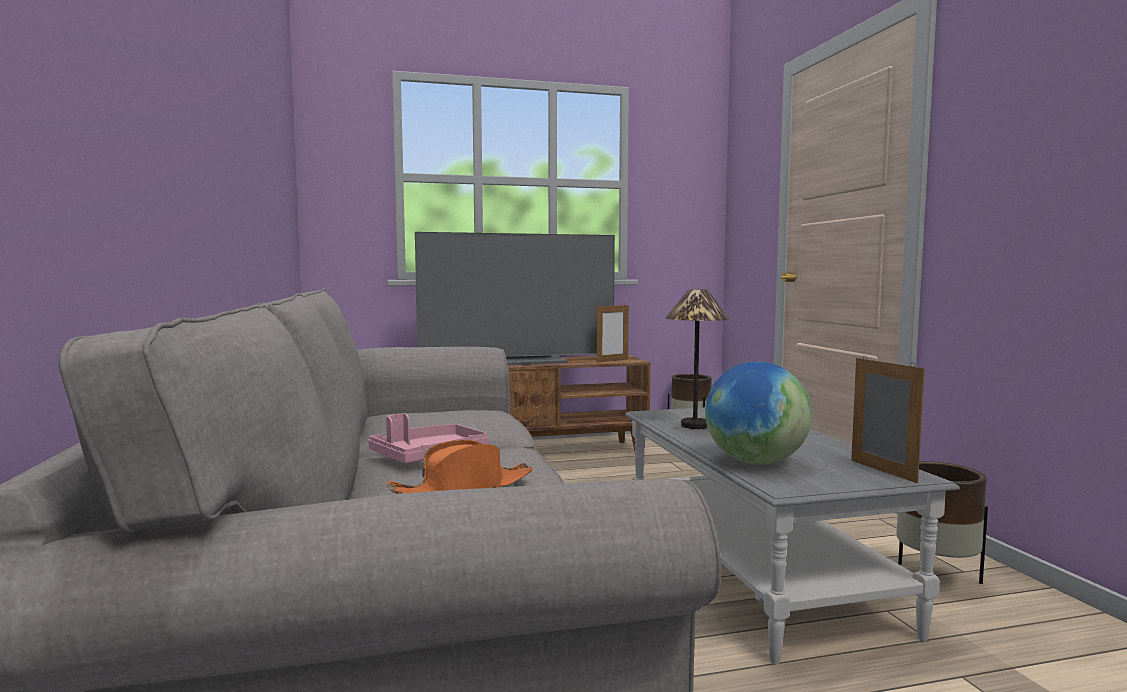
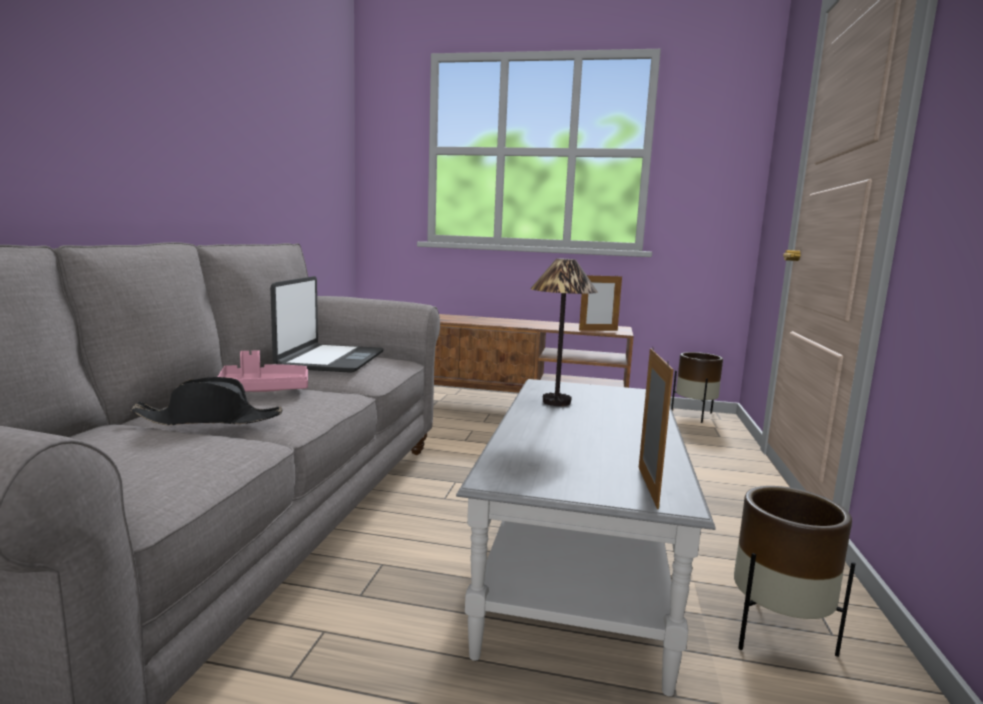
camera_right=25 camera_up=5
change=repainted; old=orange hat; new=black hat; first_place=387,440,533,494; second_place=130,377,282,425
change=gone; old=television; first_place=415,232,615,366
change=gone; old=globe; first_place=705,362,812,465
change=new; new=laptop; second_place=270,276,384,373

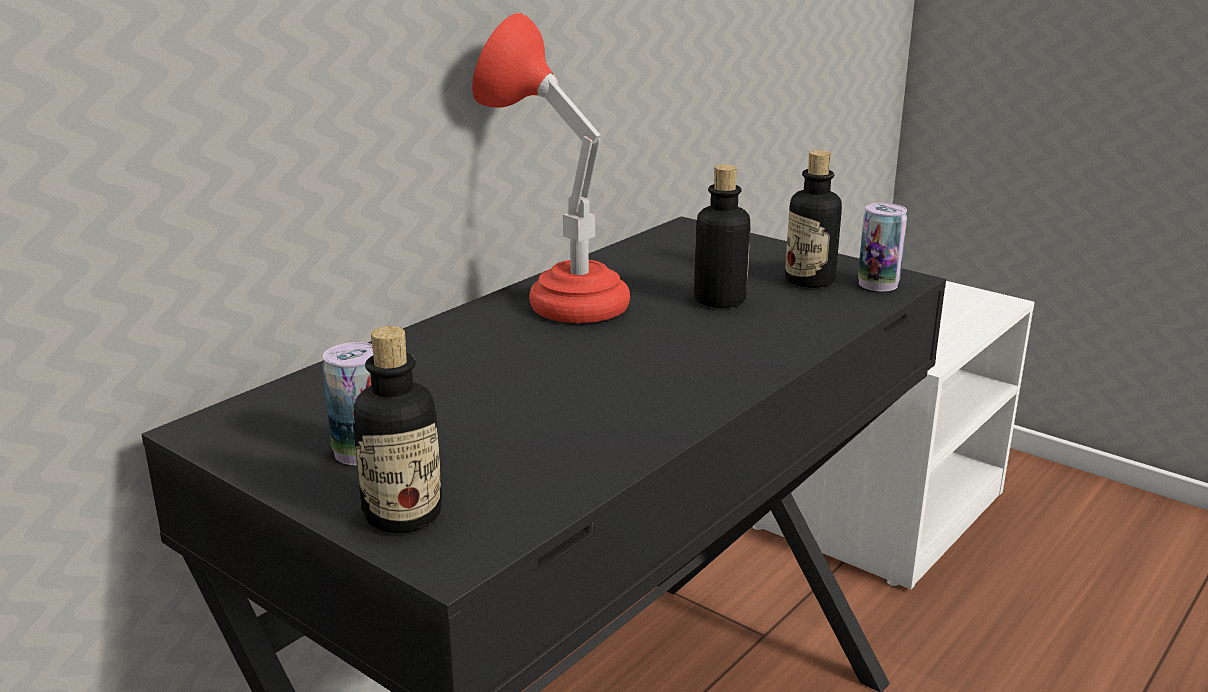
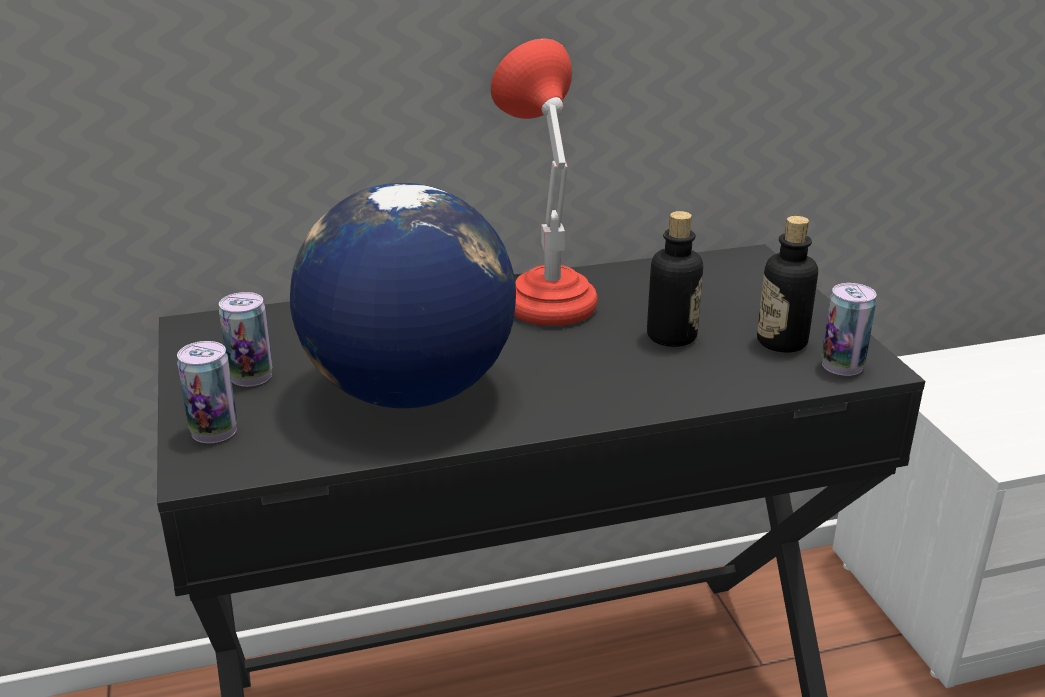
camera_right=35 camera_up=5
change=swapped; old=bottle; new=can; first_place=353,326,442,533; second_place=177,341,237,443
change=new; new=globe; second_place=290,183,516,408

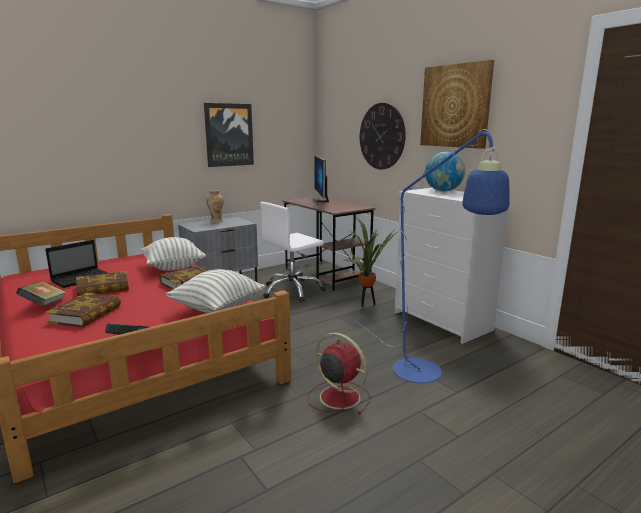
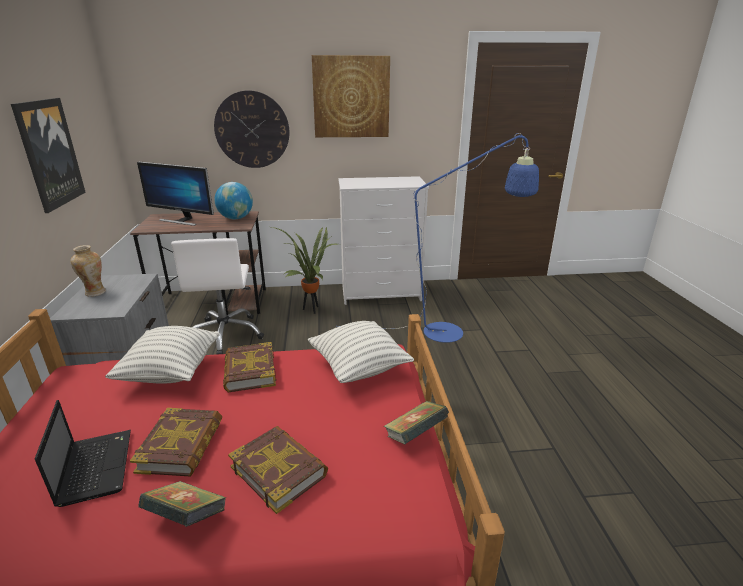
camera_right=-60 camera_up=10
change=gone; old=red fan; first_place=307,332,371,414
change=shifted; old=globe; first_place=425,152,465,192; second_place=214,182,253,219

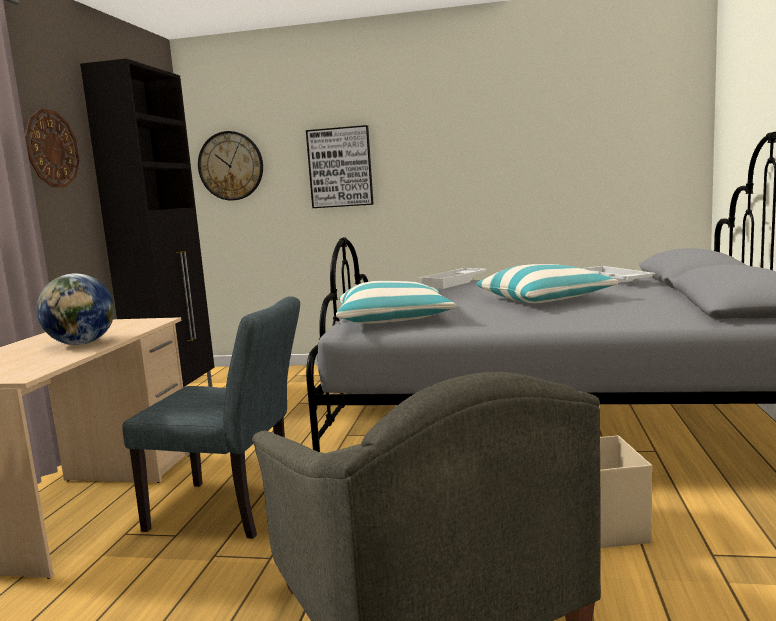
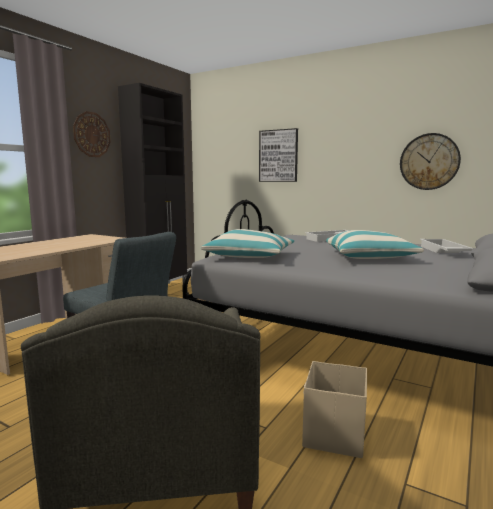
camera_right=20 camera_up=0
change=gone; old=globe; first_place=37,273,115,345
change=shifted; old=wall clock; first_place=198,131,263,200; second_place=400,133,461,190

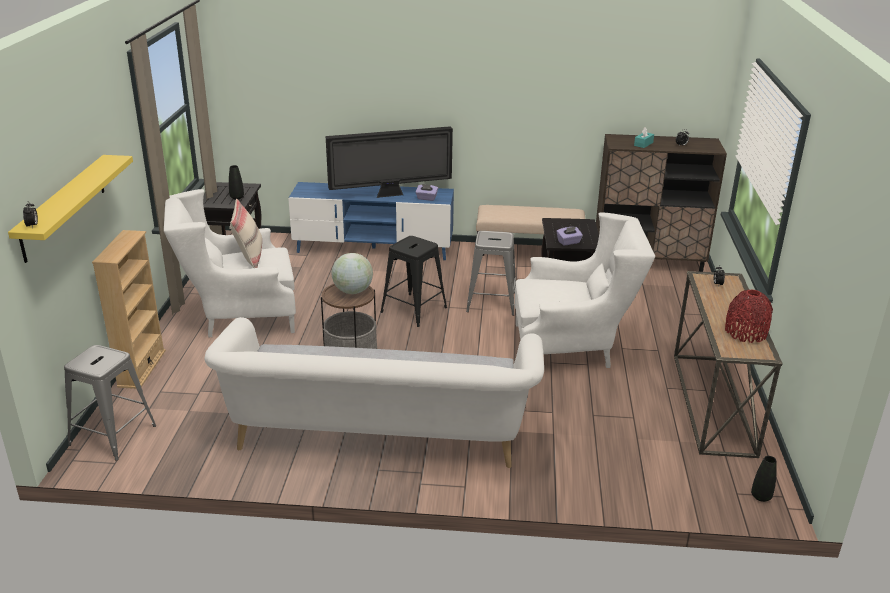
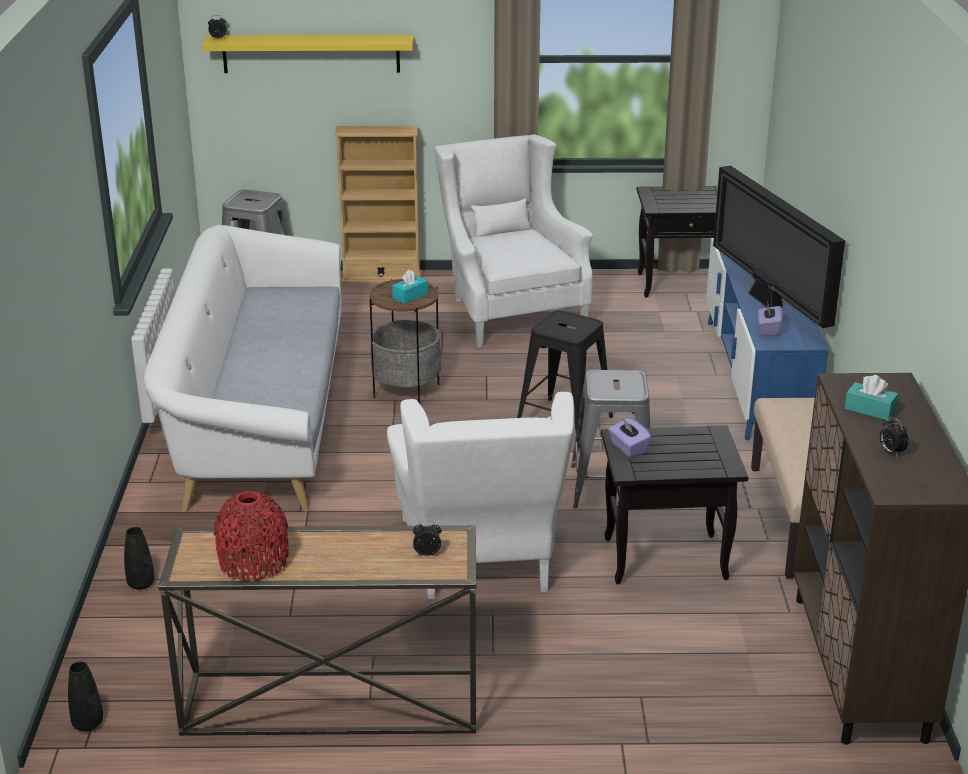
camera_right=85 camera_up=0
change=shifted; old=black vase; first_place=229,165,244,199; second_place=124,527,155,590
change=gone; old=beige pillow; first_place=229,199,262,268
change=swapped; old=globe; new=turquoise tissue box; first_place=332,253,373,294; second_place=392,269,428,304

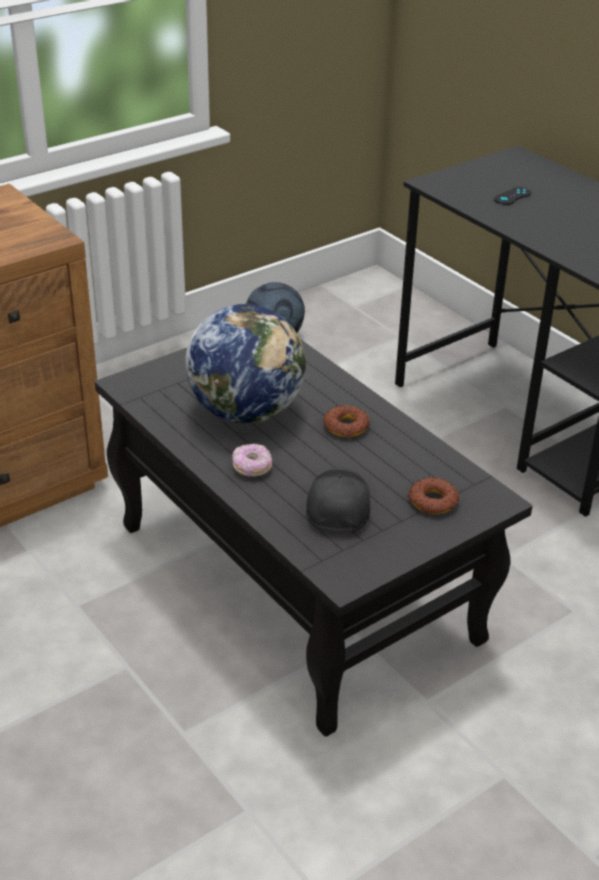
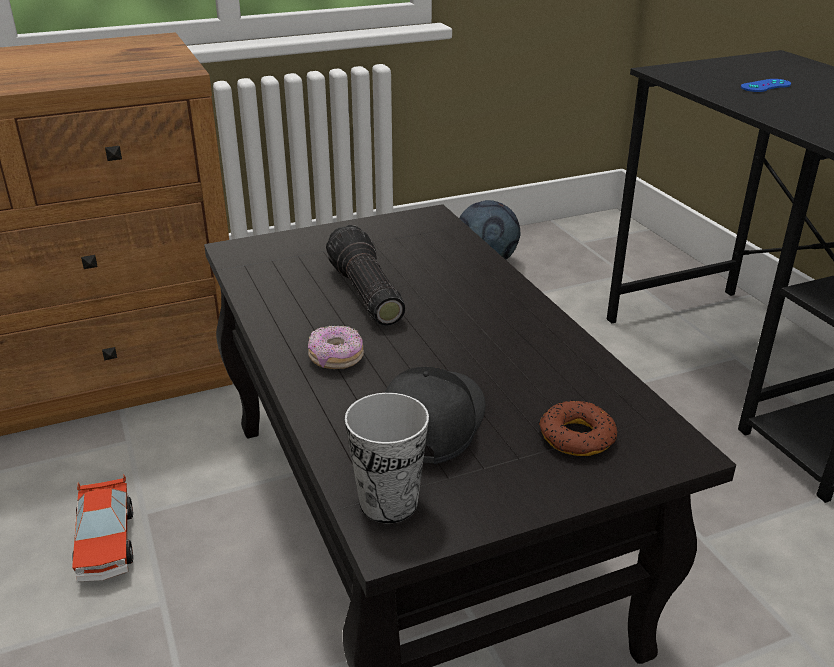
camera_right=15 camera_up=-5
change=swapped; old=globe; new=flashlight; first_place=185,304,306,423; second_place=326,225,405,326
change=gone; old=donut; first_place=324,405,370,437
change=repainted; old=black game controller; new=blue game controller; first_place=494,187,531,205; second_place=741,79,791,92
change=new; new=toy car; second_place=72,474,133,582
change=new; new=cup; second_place=345,393,429,524

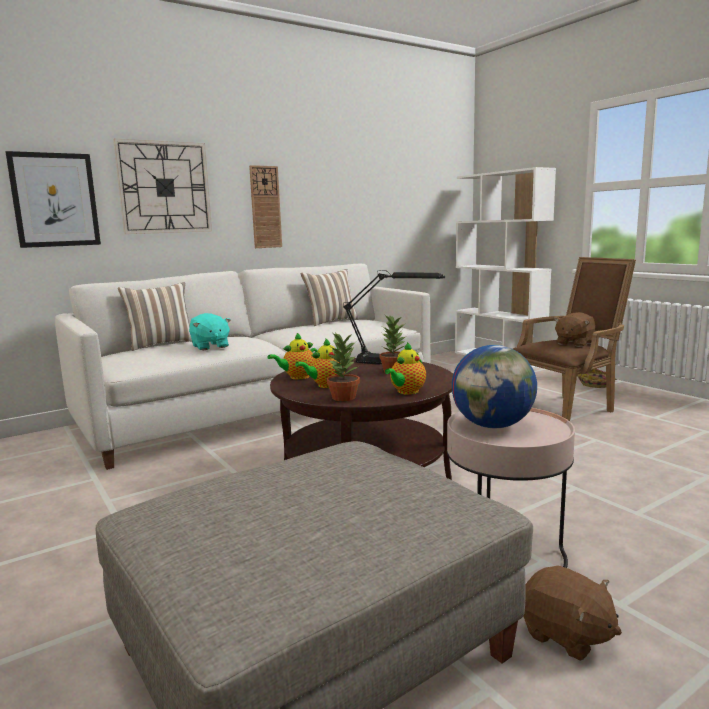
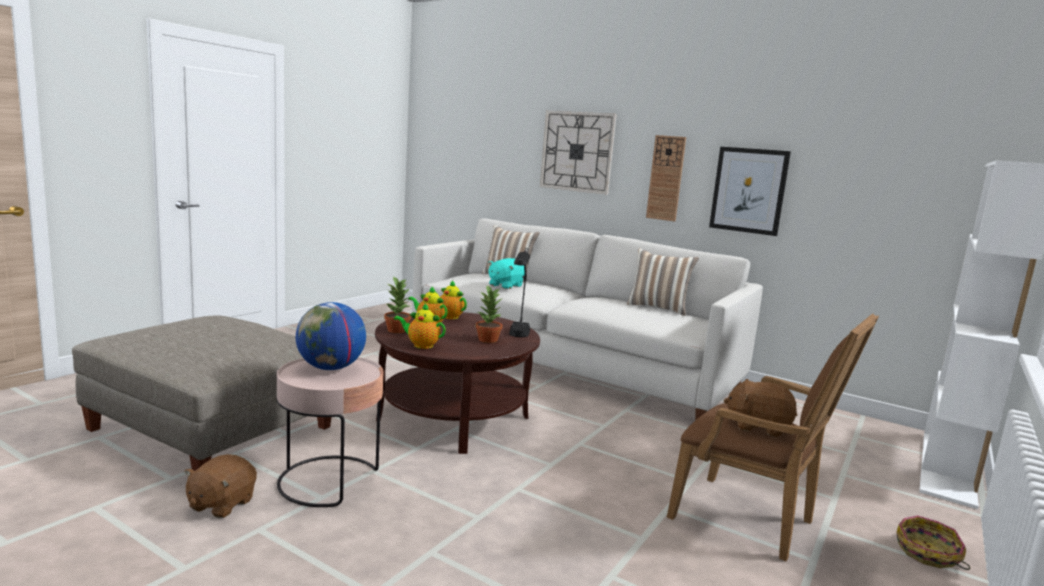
camera_right=65 camera_up=0
change=shifted; old=picture; first_place=6,151,101,248; second_place=709,147,791,236

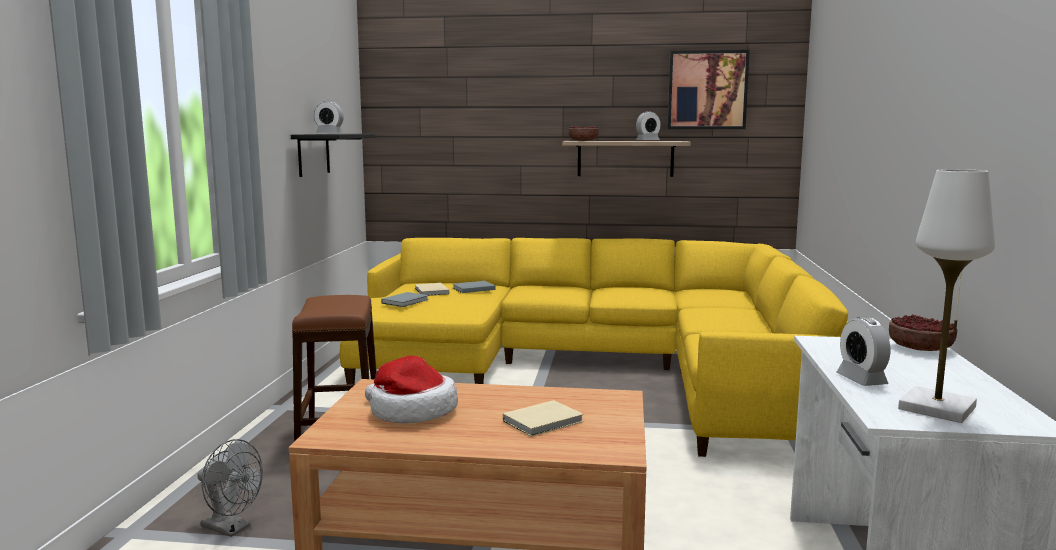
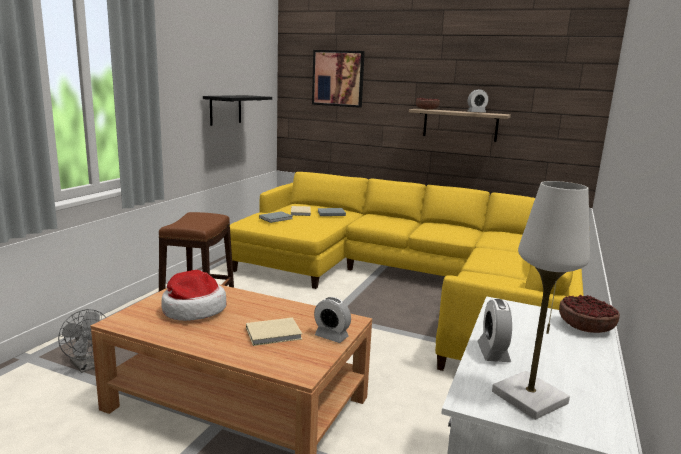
camera_right=15 camera_up=5
change=shifted; old=alarm clock; first_place=314,101,344,133; second_place=314,297,351,343
change=shifted; old=picture; first_place=667,50,750,129; second_place=312,50,365,108

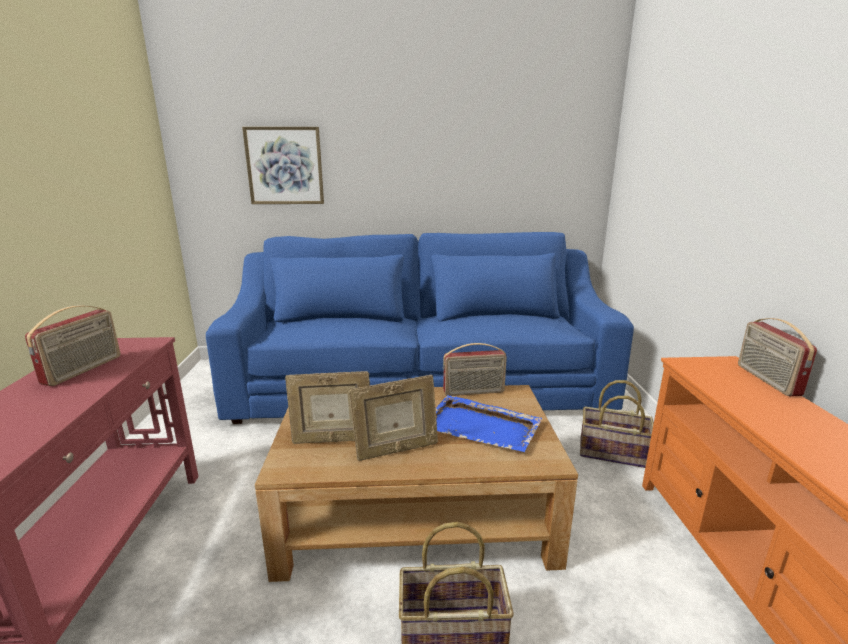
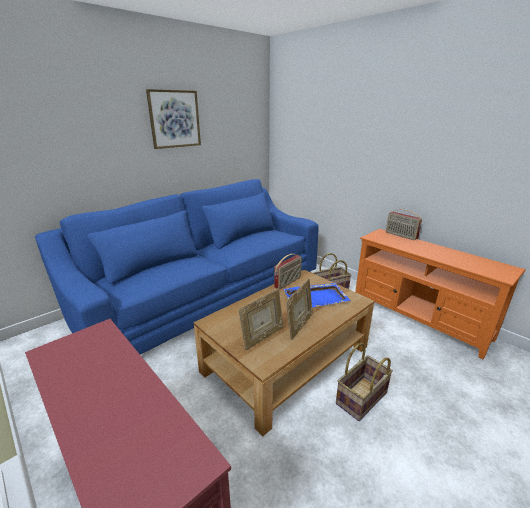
camera_right=-40 camera_up=5
change=gone; old=radio; first_place=25,305,120,386
change=shifted; old=picture; first_place=242,127,324,204; second_place=146,89,201,149

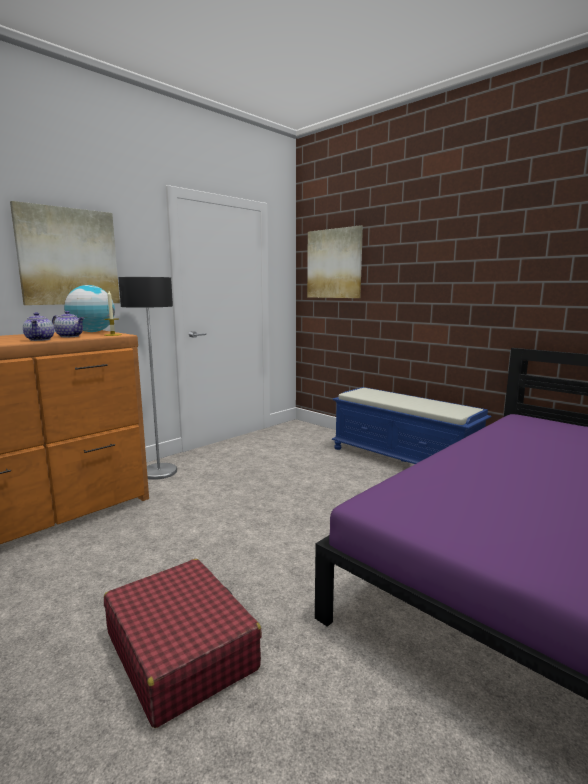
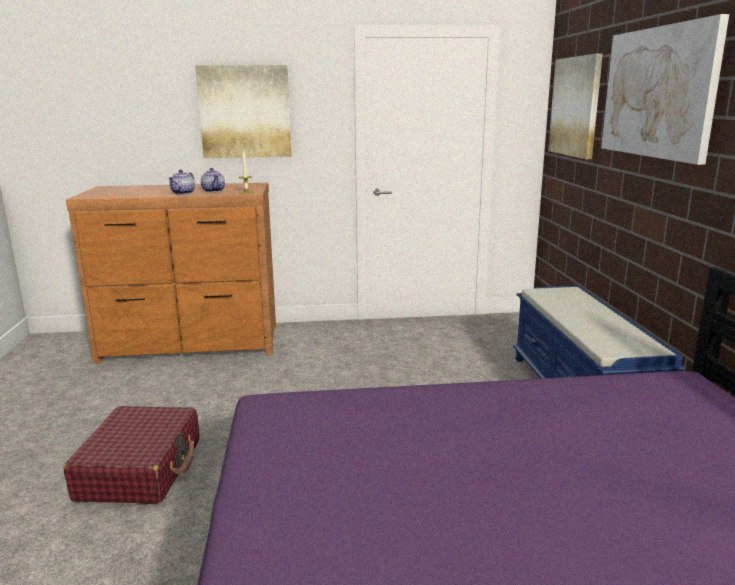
camera_right=40 camera_up=5
change=gone; old=globe; first_place=64,285,115,332
change=gone; old=floor lamp; first_place=118,277,177,480
change=new; new=picture; second_place=601,14,729,165

